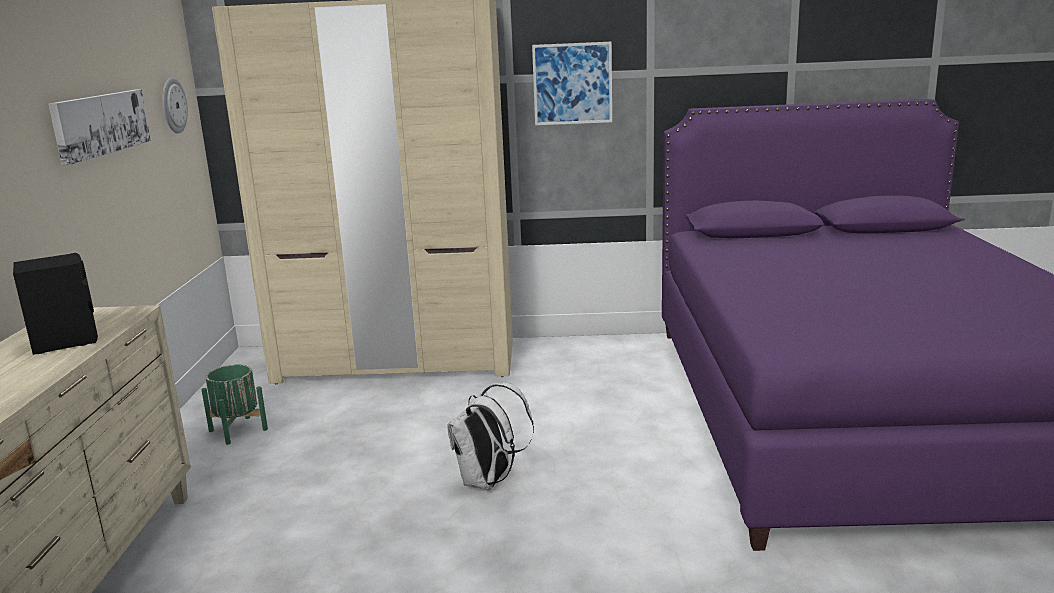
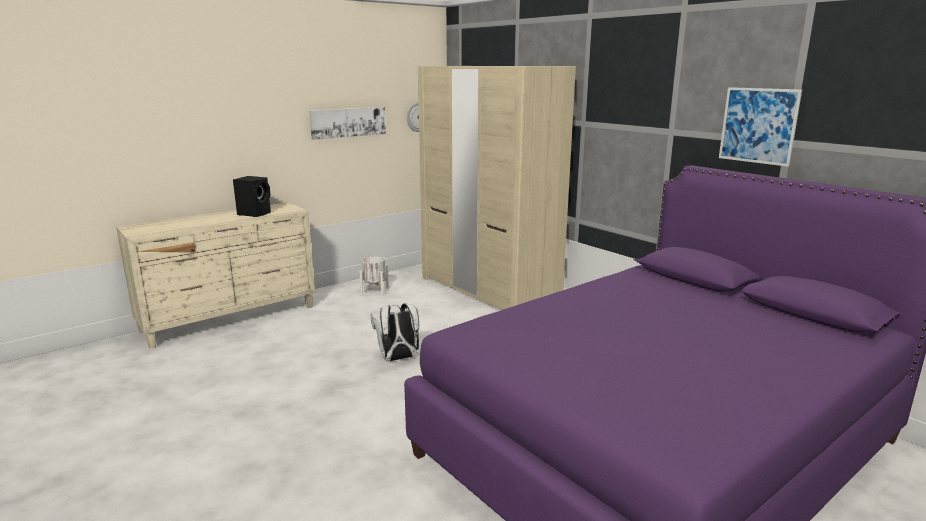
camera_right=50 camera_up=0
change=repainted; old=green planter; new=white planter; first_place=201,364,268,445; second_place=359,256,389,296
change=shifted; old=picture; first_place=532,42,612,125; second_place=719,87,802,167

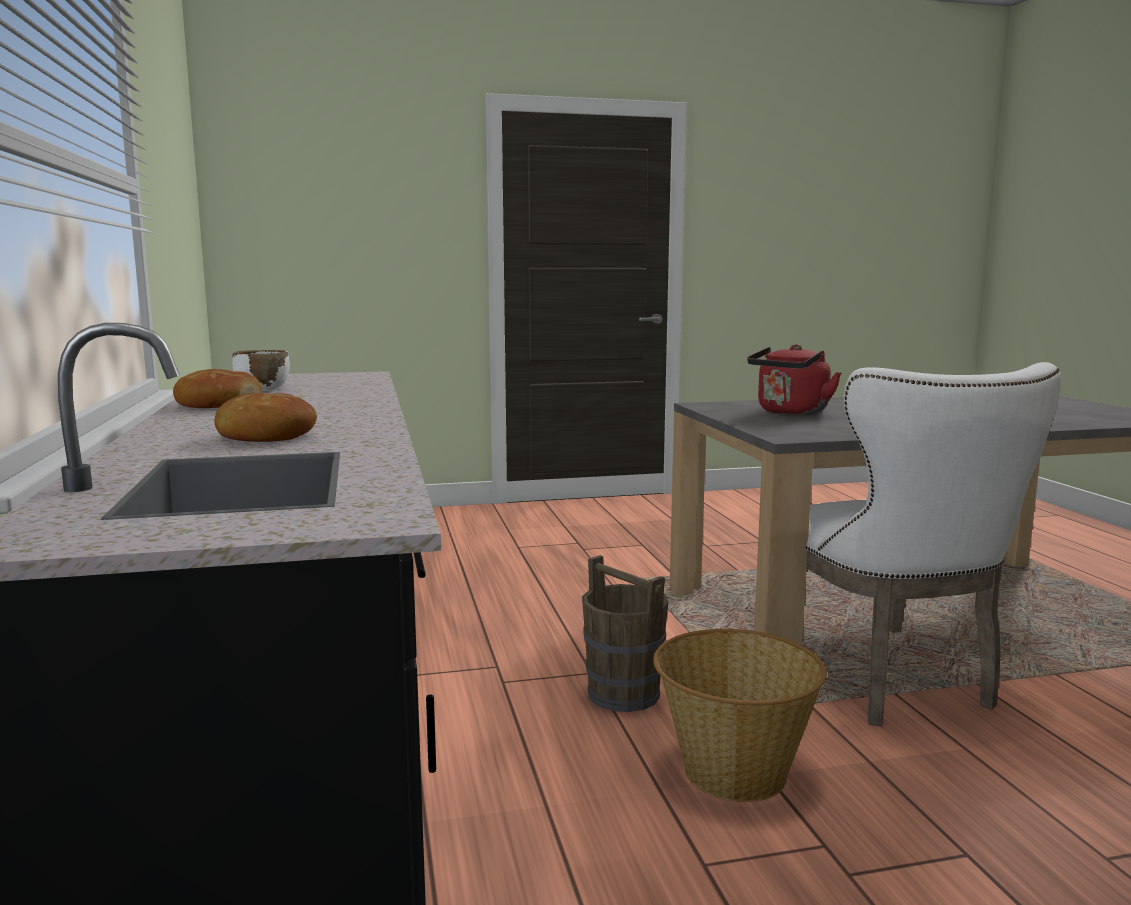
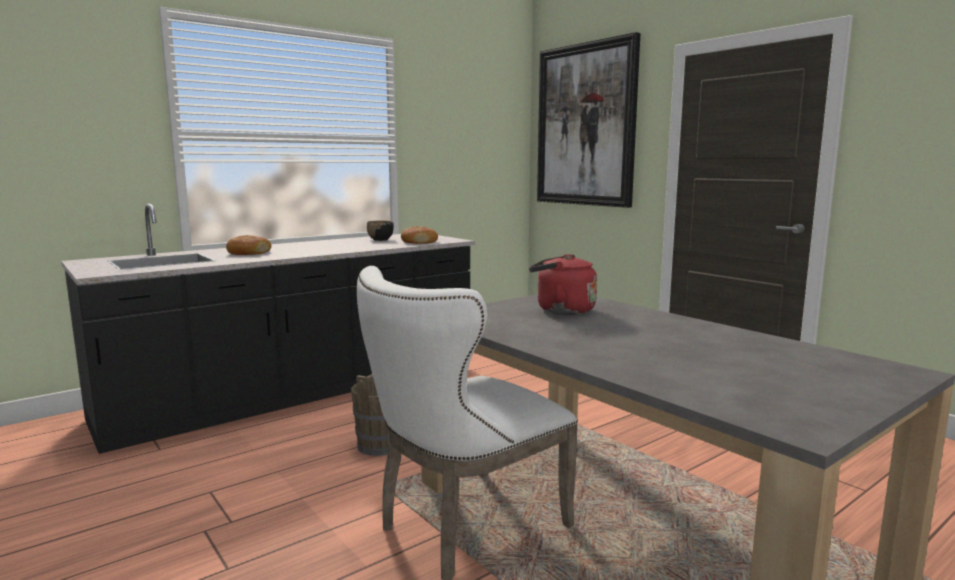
camera_right=65 camera_up=0
change=shifted; old=bread; first_place=173,369,262,408; second_place=401,226,438,244
change=repainted; old=white bowl; new=black bowl; first_place=233,350,290,391; second_place=367,220,394,241
change=gone; old=basket; first_place=653,629,827,802
change=new; new=picture; second_place=537,32,641,208

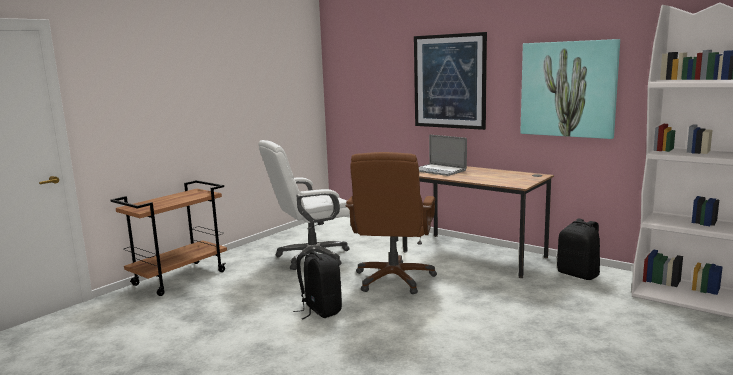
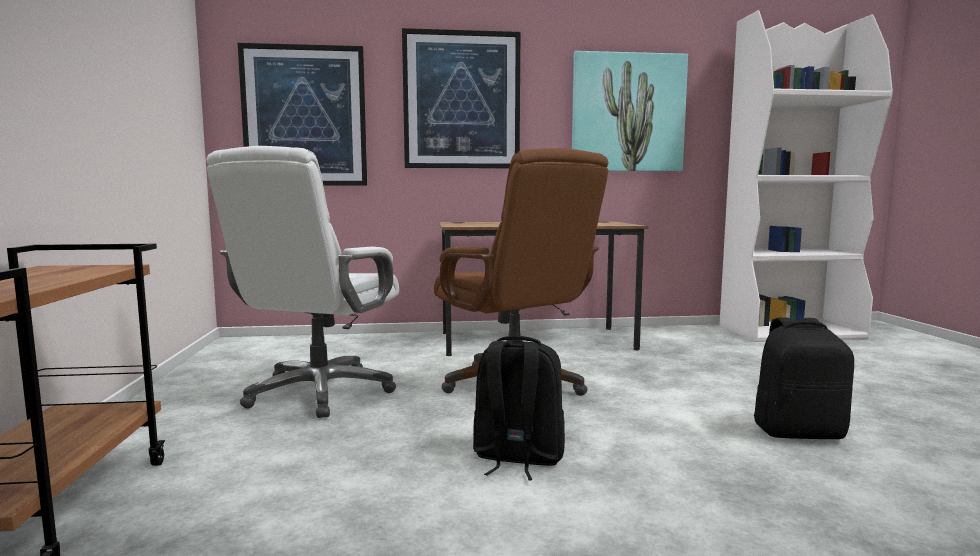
camera_right=-45 camera_up=-5
change=gone; old=laptop; first_place=419,135,467,176
change=shifted; old=black backpack; first_place=557,219,600,280; second_place=754,317,854,439
change=new; new=picture; second_place=238,43,367,186

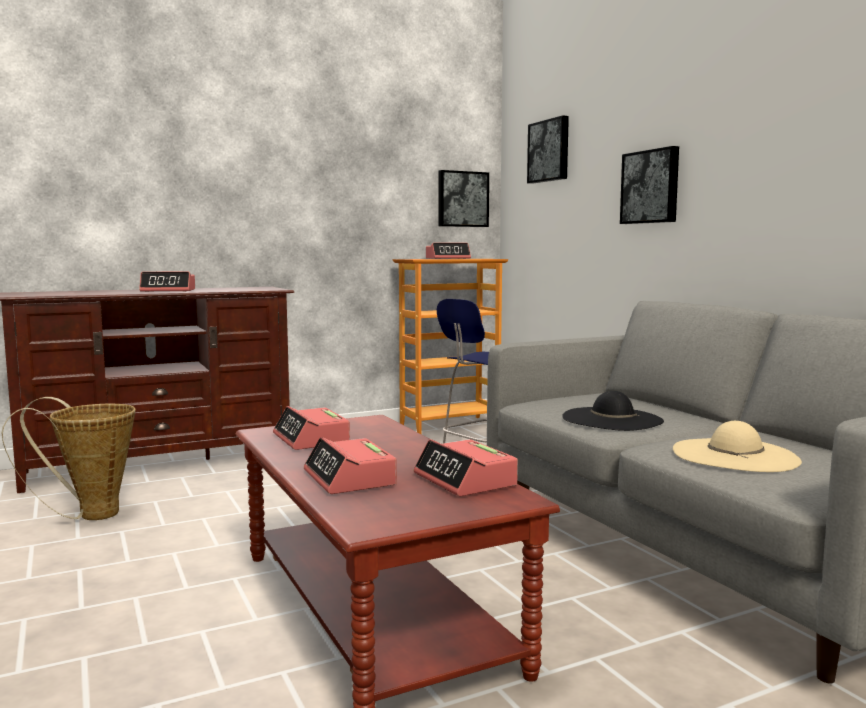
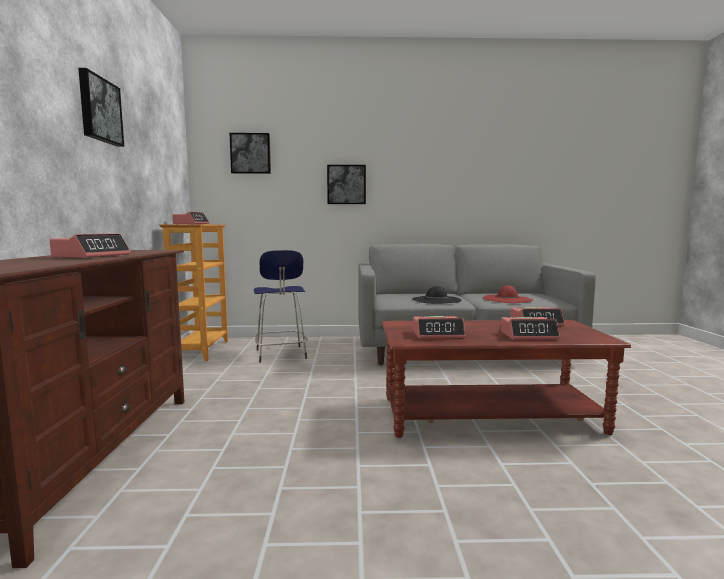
camera_right=-65 camera_up=0
change=gone; old=basket; first_place=2,397,136,520
change=shifted; old=picture; first_place=439,170,489,227; second_place=78,68,124,147
change=repainted; old=beige hat; new=red hat; first_place=673,421,802,472; second_place=483,285,533,303

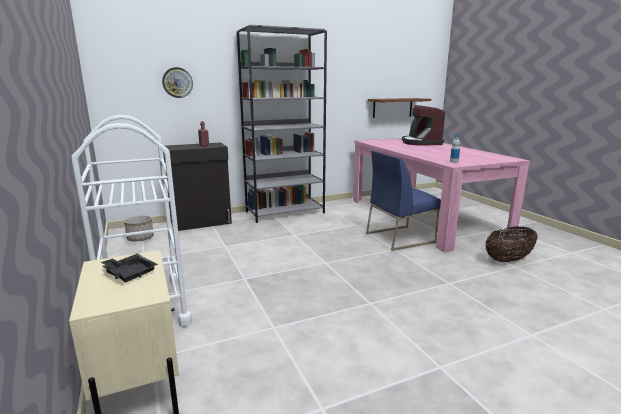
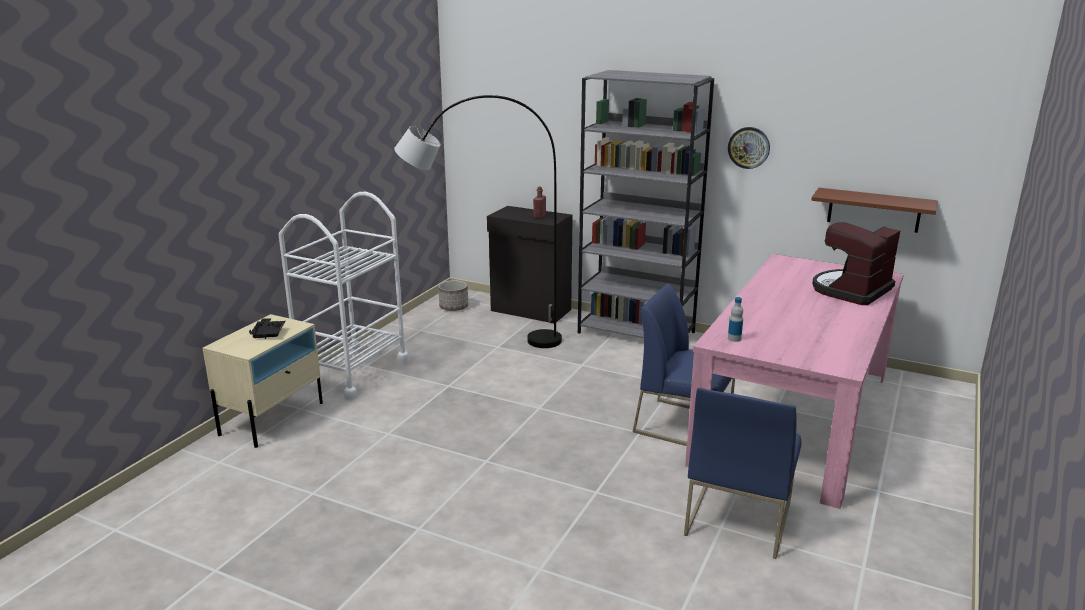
camera_right=50 camera_up=5
change=shifted; old=wall clock; first_place=162,67,193,98; second_place=728,127,770,169
change=swapped; old=basket; new=blue chair; first_place=485,226,537,262; second_place=684,388,801,559
change=new; new=grey floor lamp; second_place=394,95,562,348

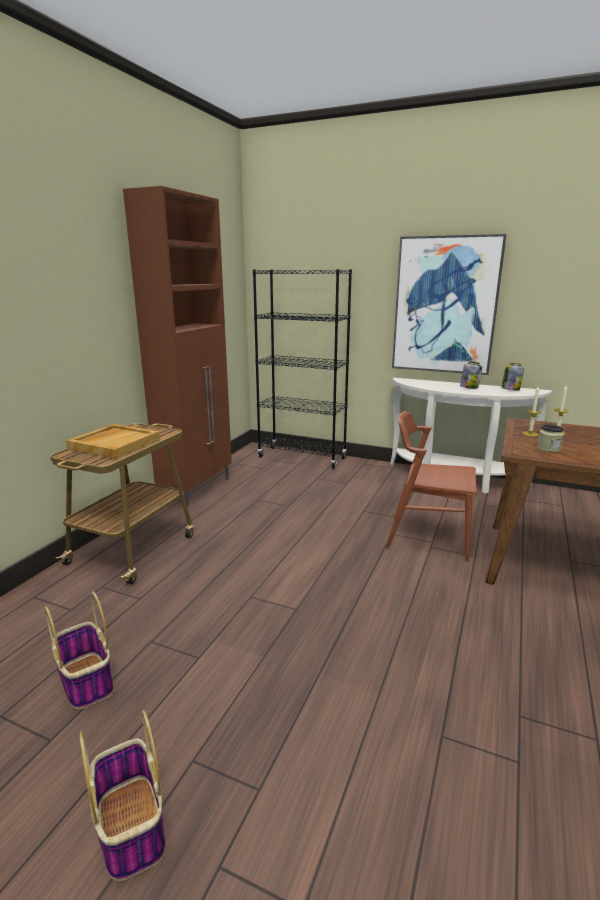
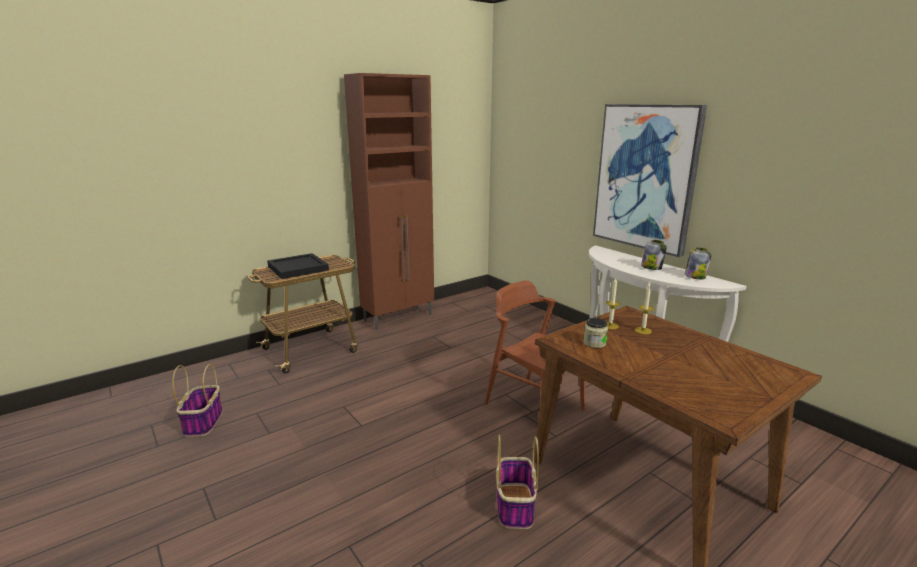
camera_right=30 camera_up=0
change=repainted; old=beige tray; new=black tray; first_place=66,424,160,459; second_place=267,253,329,279
change=shifted; old=basket; first_place=80,710,165,881; second_place=496,435,539,529
change=gone; old=black bookcase; first_place=253,269,352,469

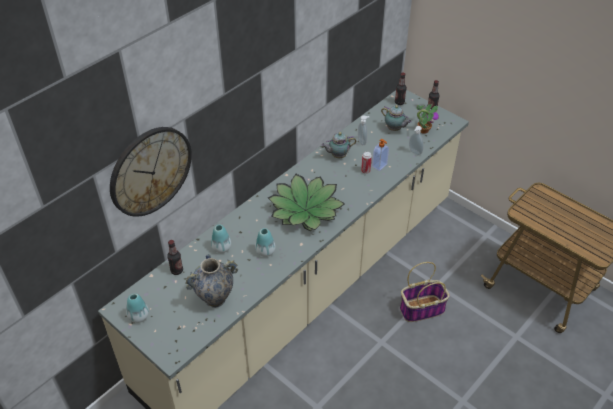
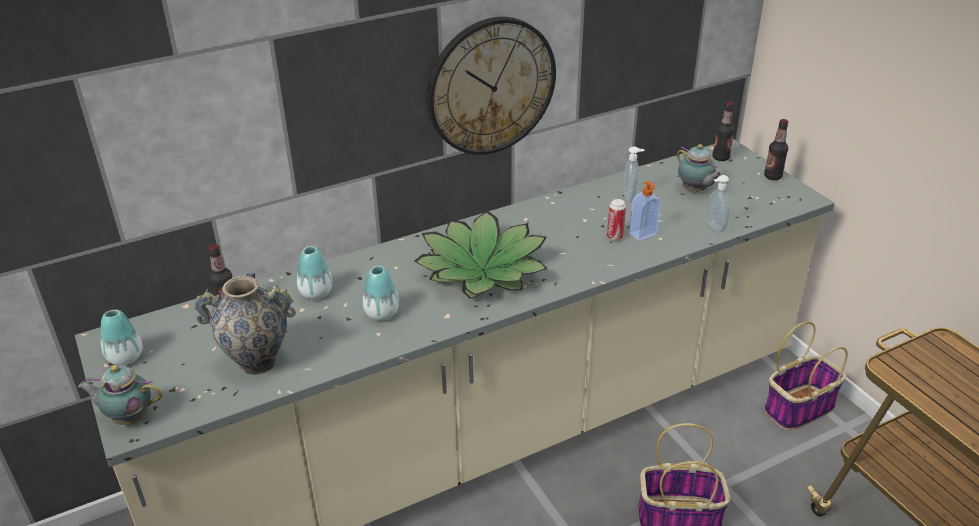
camera_right=20 camera_up=-10
change=shifted; old=wall clock; first_place=110,127,192,217; second_place=427,17,556,155
change=shifted; old=teapot; first_place=321,132,357,158; second_place=78,365,162,425
change=gone; old=potted plant; first_place=417,104,439,134
change=new; new=basket; second_place=764,321,848,431

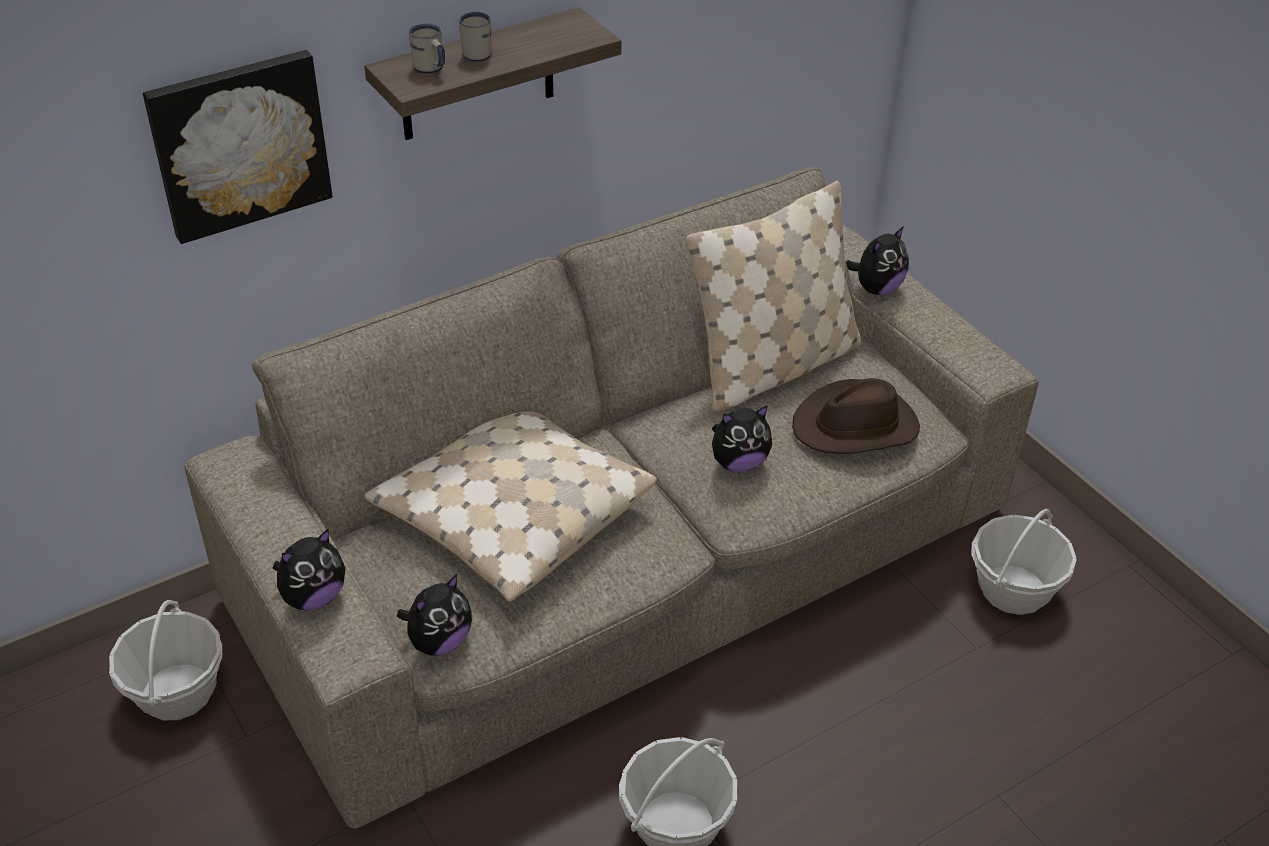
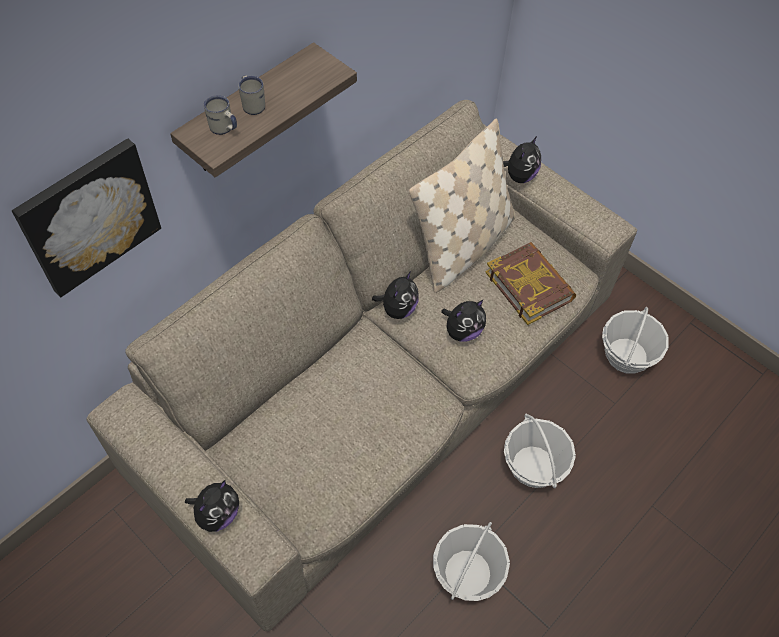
camera_right=-15 camera_up=15
change=shifted; old=basket; first_place=109,600,222,720; second_place=504,413,576,488
change=gone; old=beige pillow; first_place=365,411,657,601
change=shifted; old=plush toy; first_place=397,574,472,656; second_place=372,271,419,319
change=swapped; old=brown hat; new=book; first_place=792,378,920,454; second_place=485,242,576,325

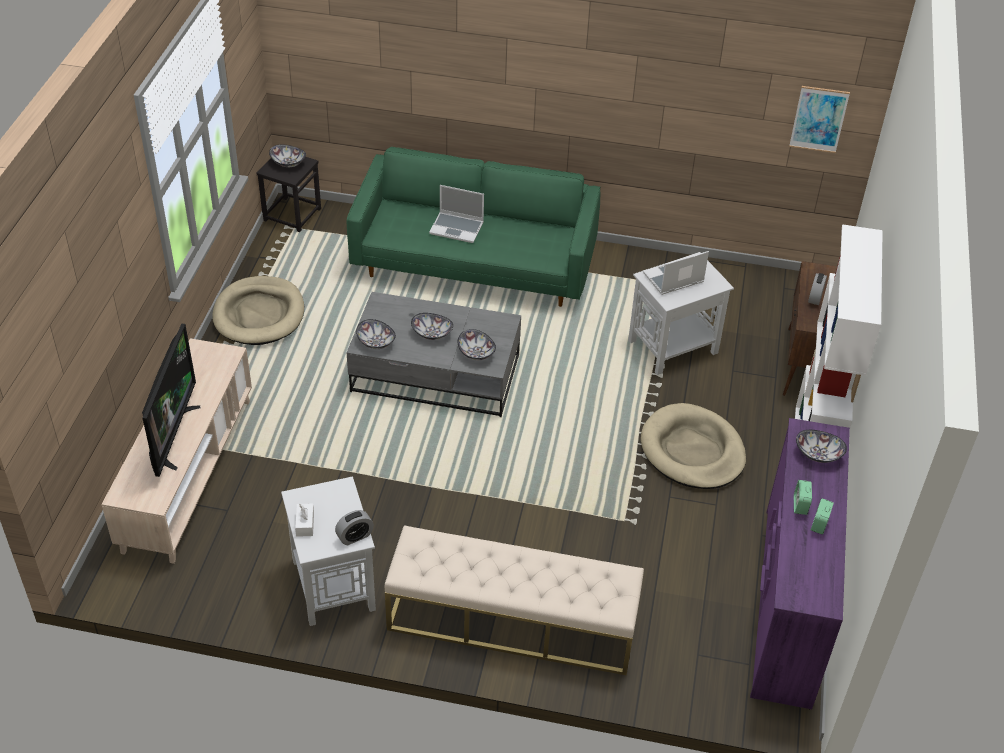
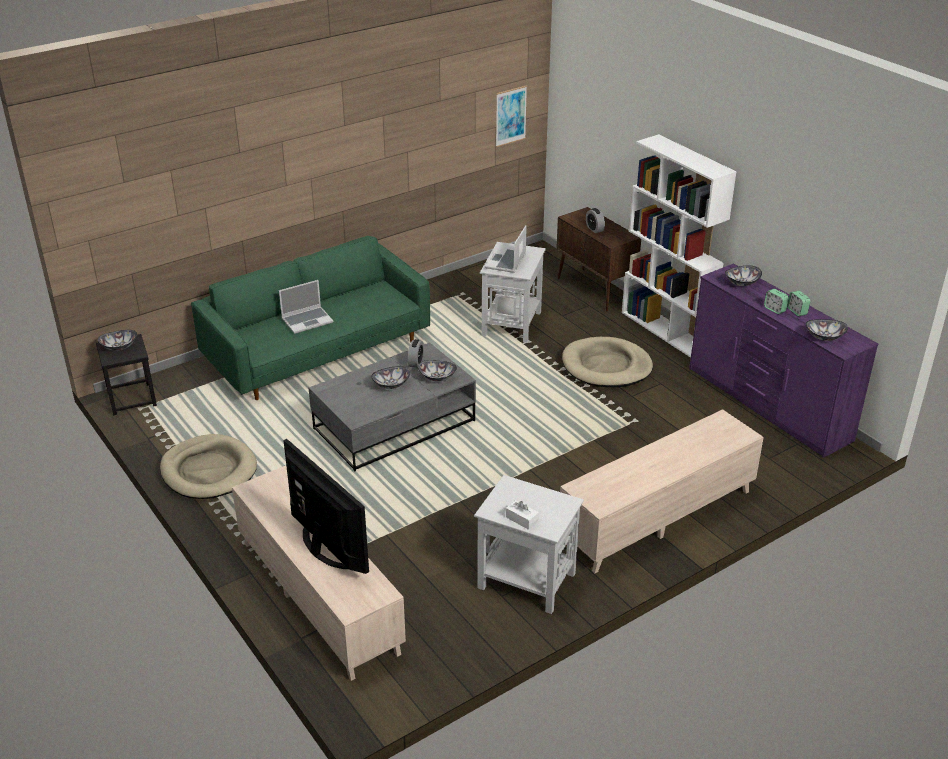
camera_right=-45 camera_up=-10
change=shifted; old=alarm clock; first_place=335,510,374,545; second_place=408,339,424,368
change=shifted; old=bowl; first_place=356,319,396,349; second_place=806,319,848,341
change=swapped; old=beige bench; new=beige tv stand; first_place=384,525,644,675; second_place=560,409,764,574

